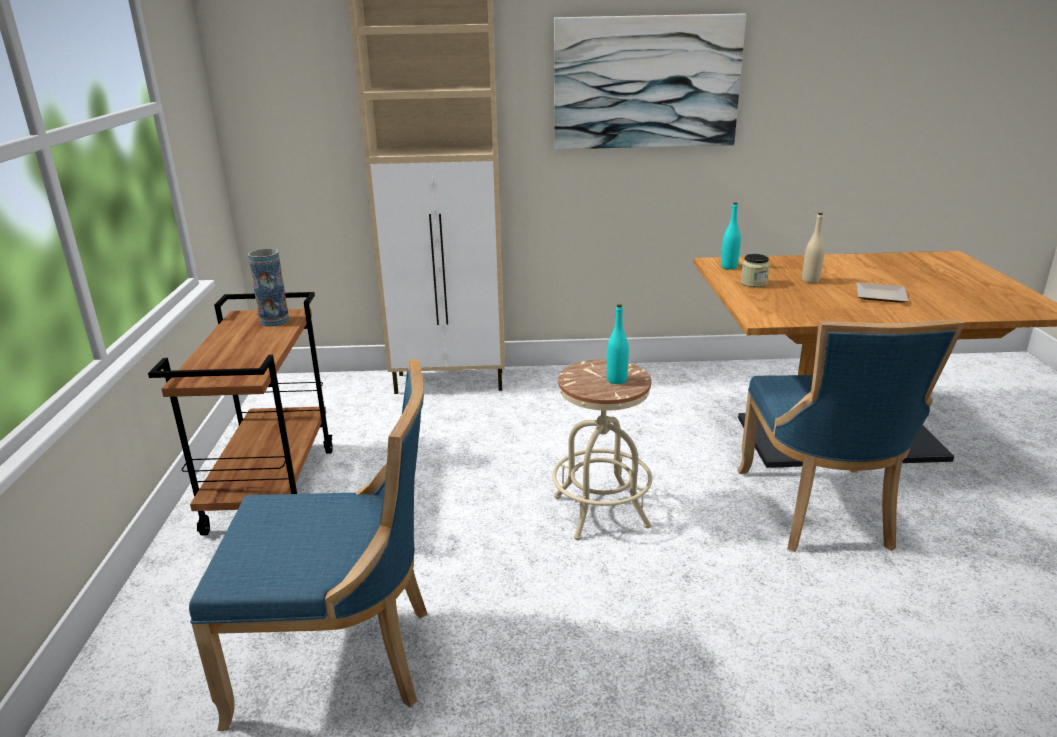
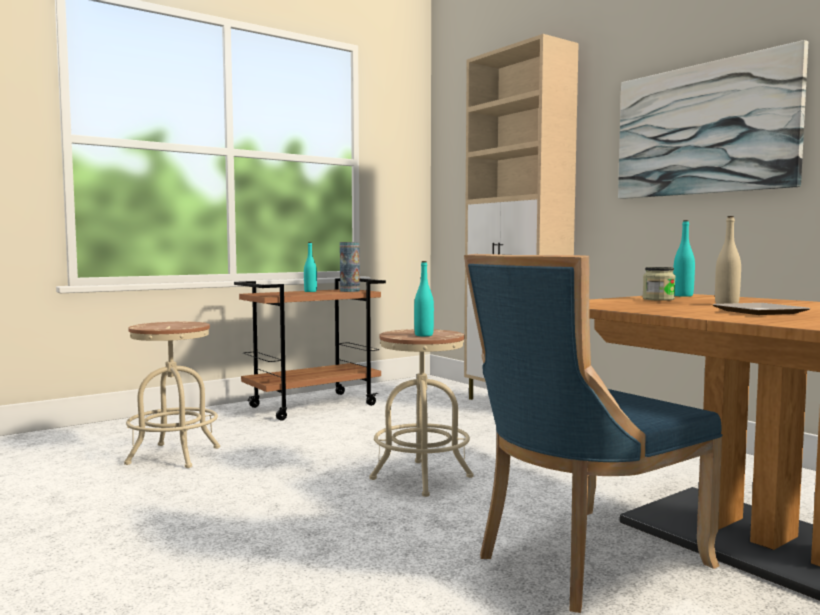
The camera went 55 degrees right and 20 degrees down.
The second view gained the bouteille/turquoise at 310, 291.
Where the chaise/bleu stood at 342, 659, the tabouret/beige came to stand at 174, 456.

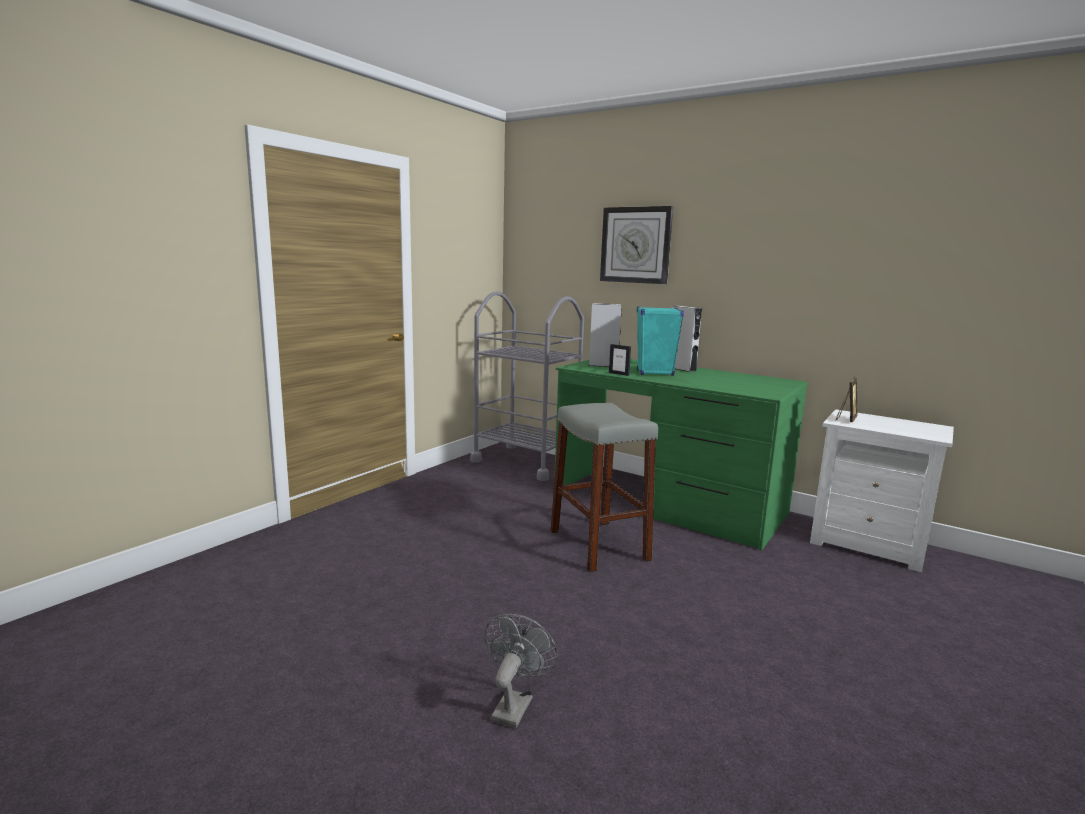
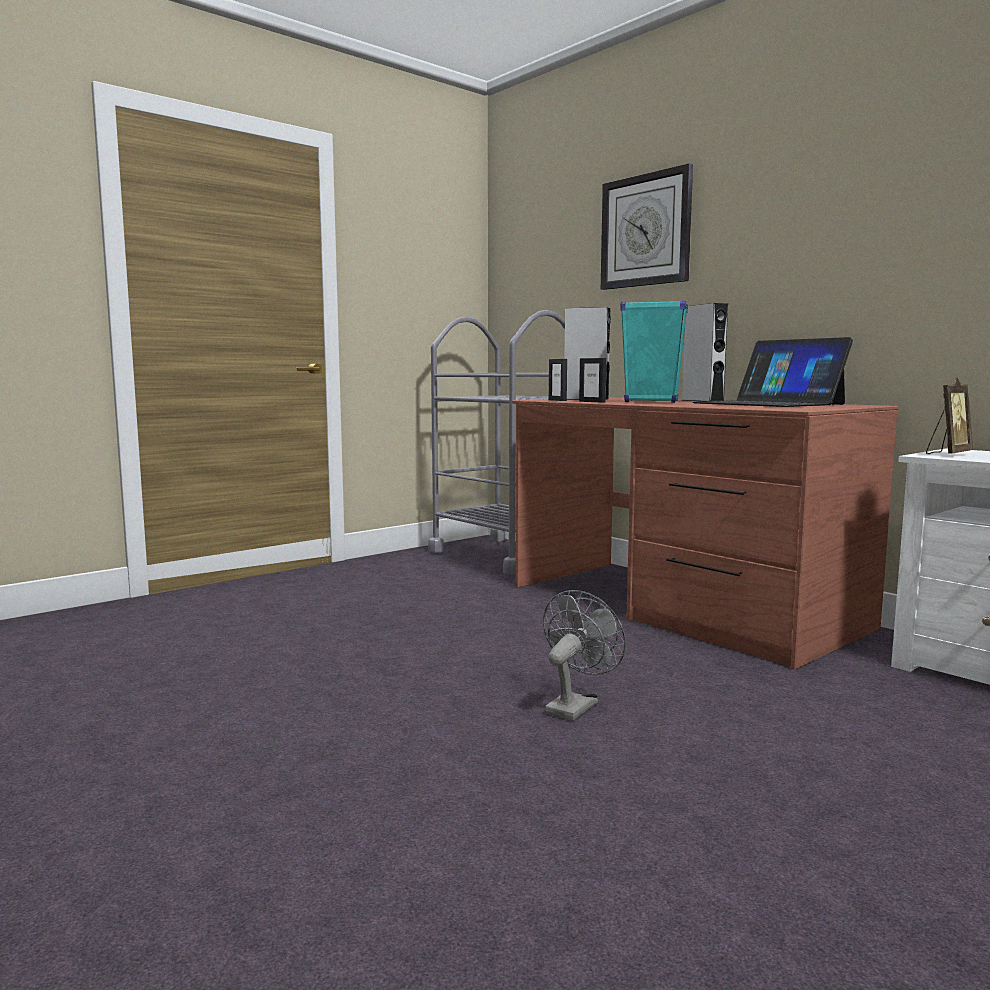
The camera went 15 degrees right and 5 degrees down.
The second view lost the tabouret/gris at 598, 545.
The second view gained the cadre photo at 557, 400.
The second view gained the ordinateur portable at 768, 404.
The ventilateur/gris ended up elsewhere, having gone from 514, 704 to 575, 705.
What was the bureau/vert at 668, 502 turned into the bureau/marron at 681, 606.

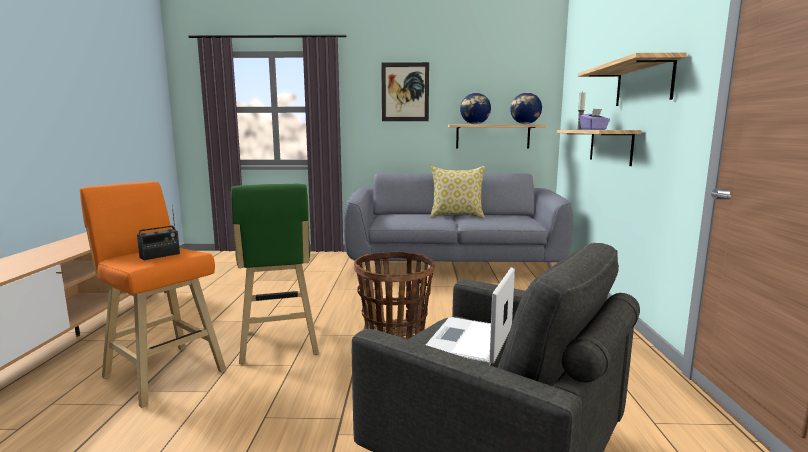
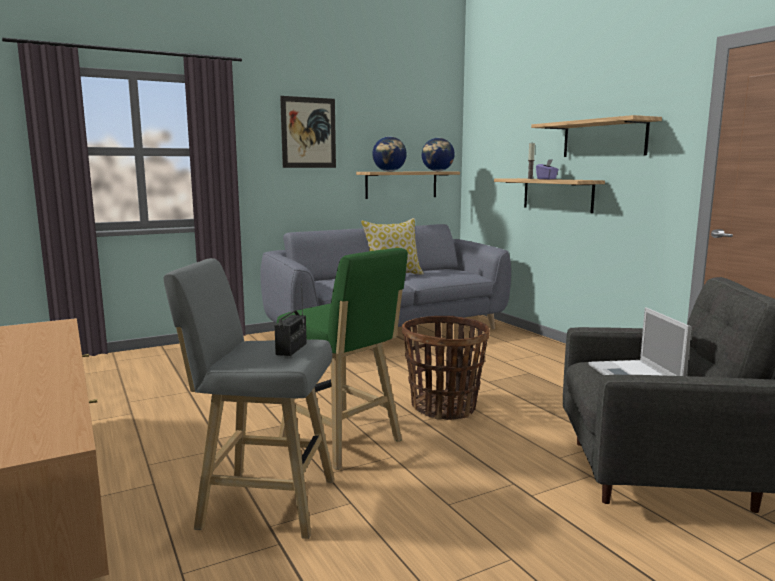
The camera went 30 degrees left and 0 degrees up.
What was the tabouret/orange at 162, 372 turned into the tabouret/gris at 262, 503.

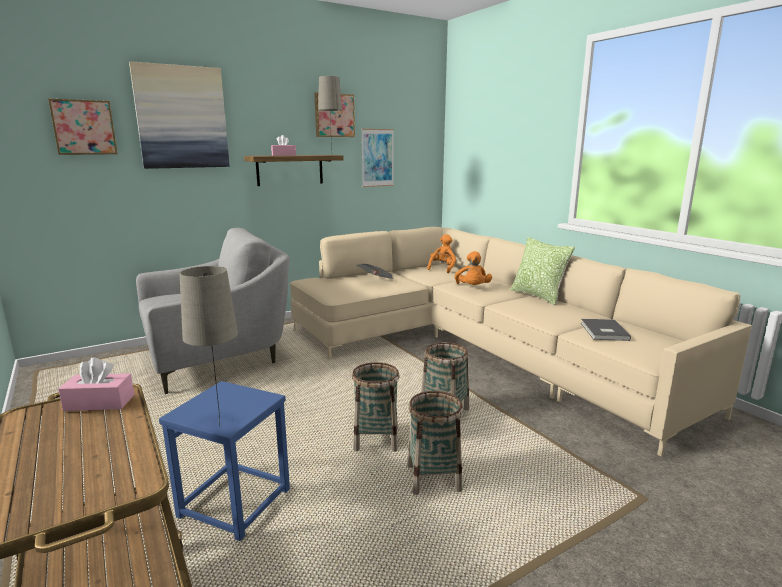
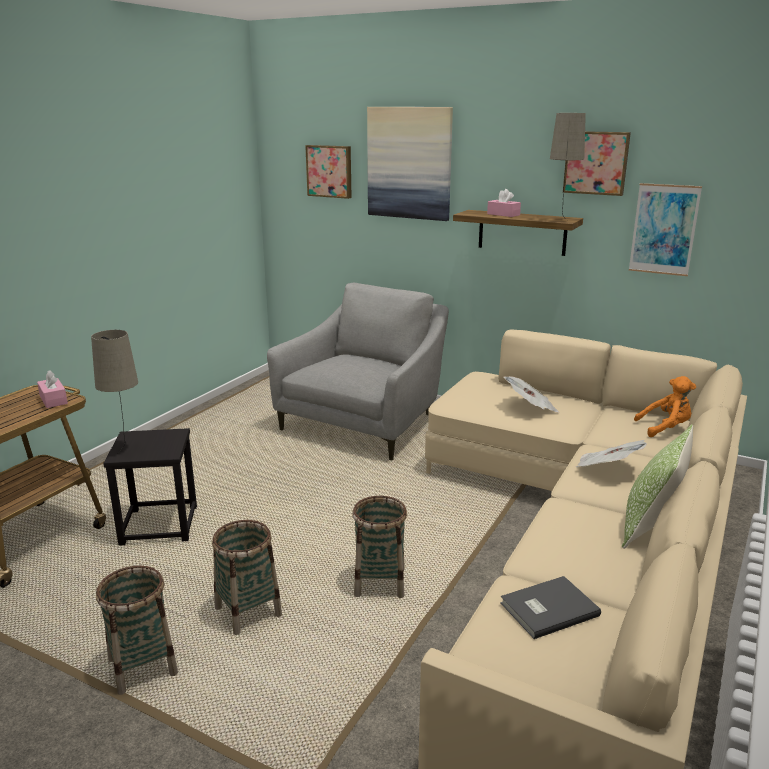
The camera went 60 degrees right and 5 degrees up.
The panier ended up elsewhere, having gone from 376, 440 to 142, 667.
Where the peluche/orange stood at 472, 288, the journal came to stand at 607, 469.
What was the tabouret/bleu at 235, 503 turned into the tabouret/noir at 159, 526.
The fauteuil/gris at 218, 357 ended up facing another way, 90 degrees counterclockwise from before.

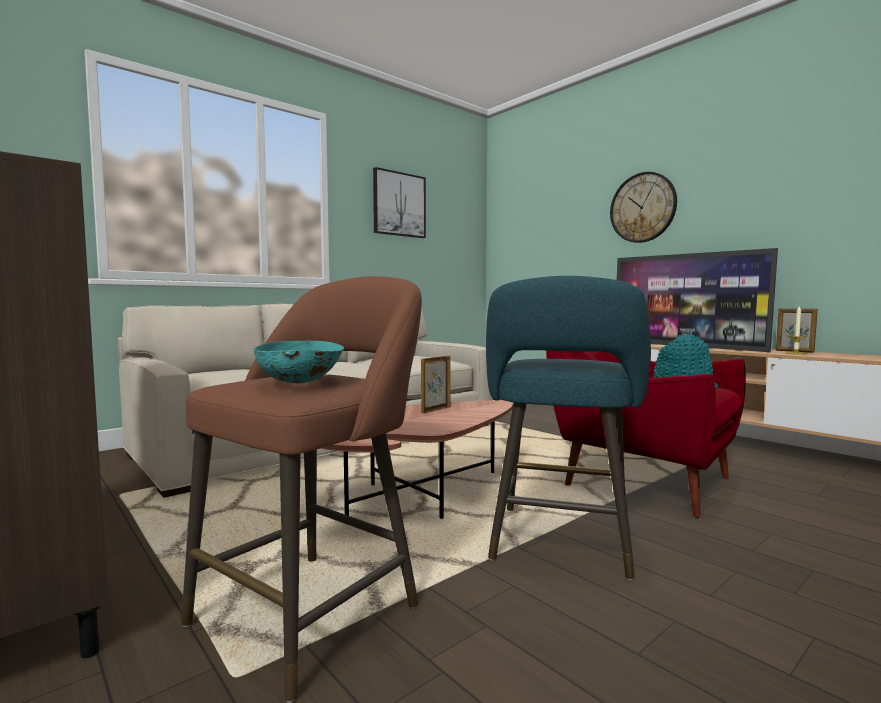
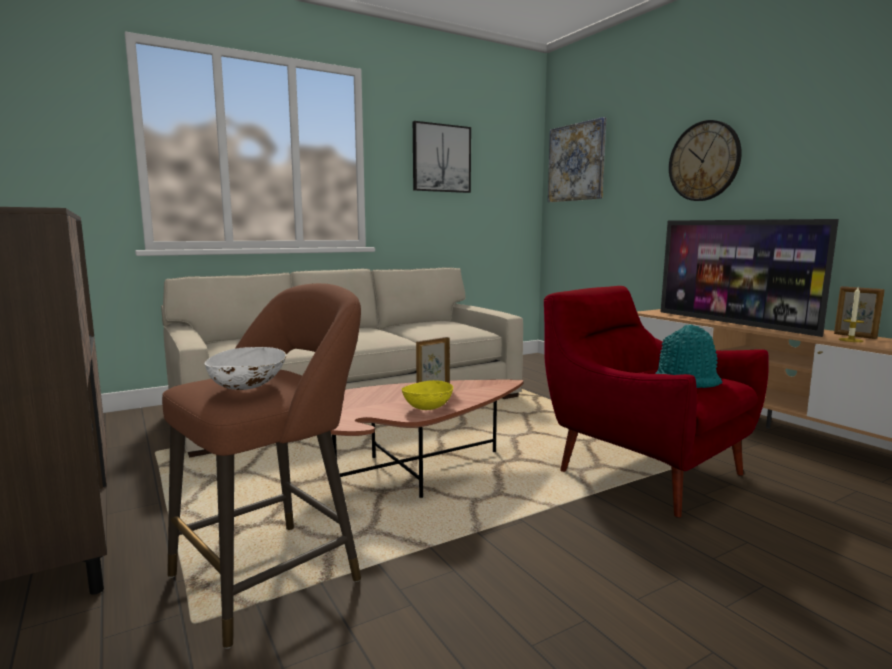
The camera went 10 degrees right and 5 degrees up.
The second view lost the tabouret/turquoise at 561, 545.
The second view gained the bol/jaune at 427, 407.
The second view gained the tableau at 576, 162.
What was the bol/turquoise at 301, 382 turned into the bol/blanc at 248, 388.

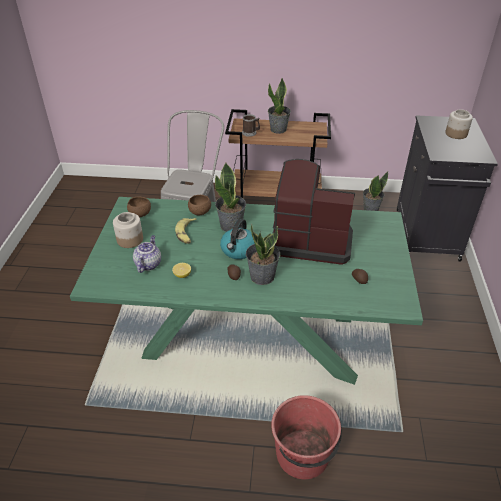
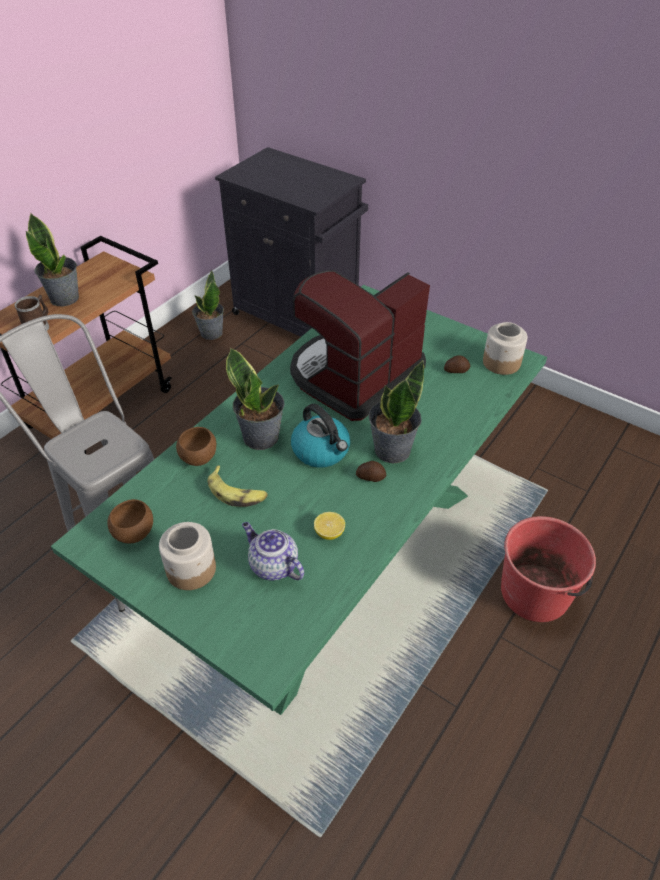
The camera went 60 degrees left and 5 degrees up.
The bocal ended up elsewhere, having gone from 455, 134 to 501, 363.

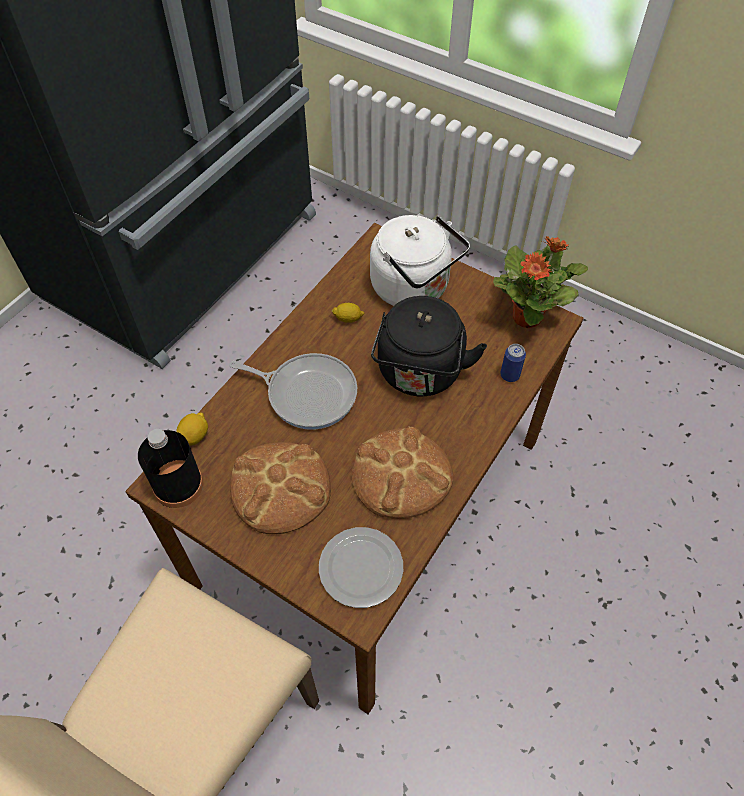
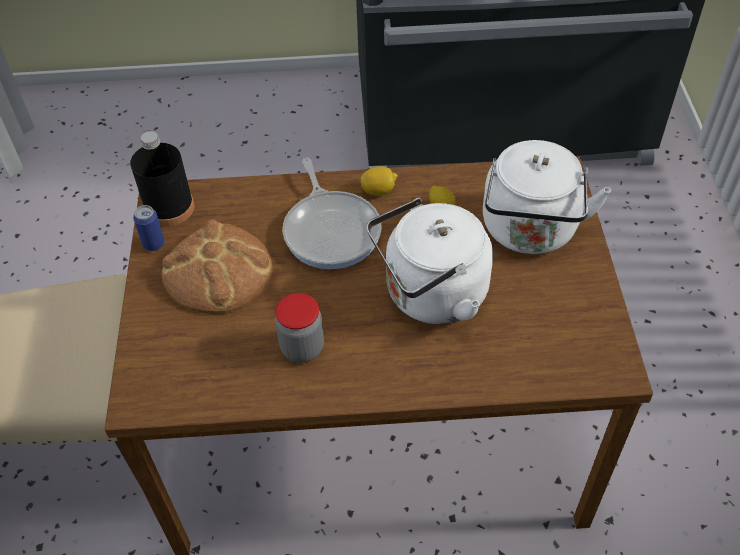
The camera went 55 degrees right and 5 degrees down.
The second view lost the assiette at 360, 569.
The second view lost the plante en pot at 527, 316.
The citron ended up elsewhere, having gone from 195, 436 to 378, 190.
The boîte métallique ended up elsewhere, having gone from 509, 375 to 154, 244.
Where the pain stood at 400, 475, the bocal came to stand at 302, 348.
What was the bouilloire/noir at 419, 374 turned into the bouilloire/blanc at 430, 296.

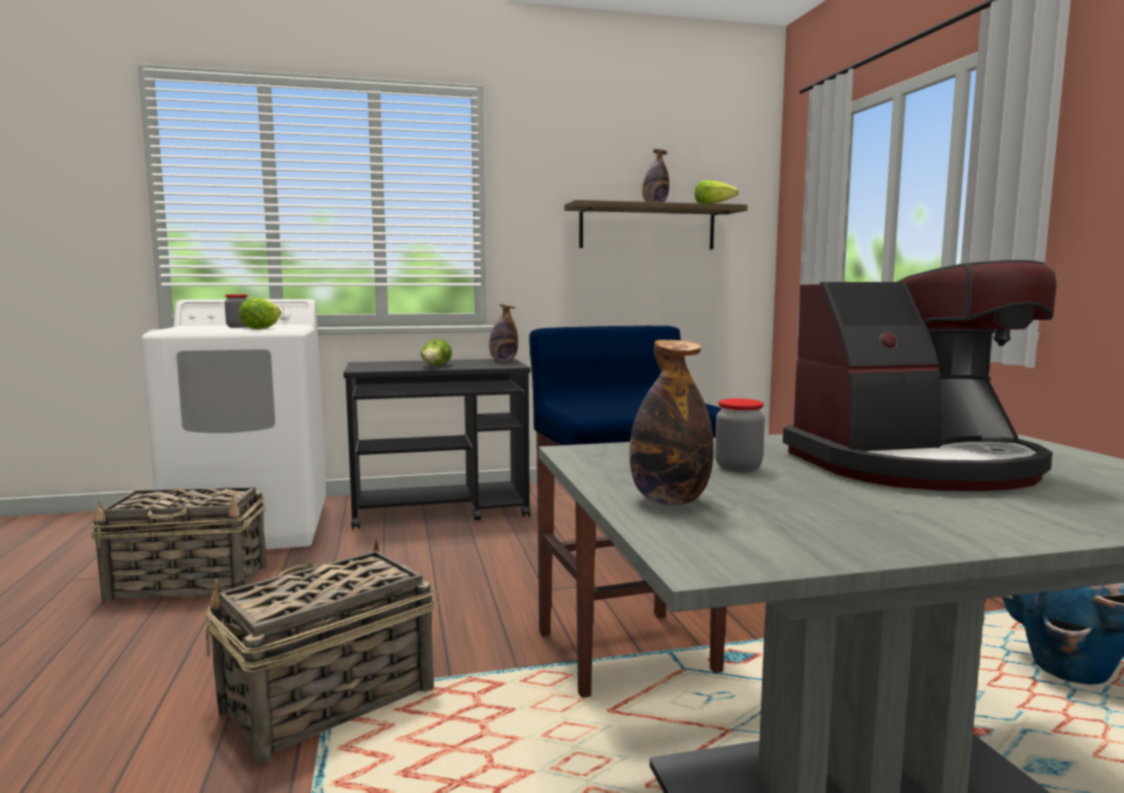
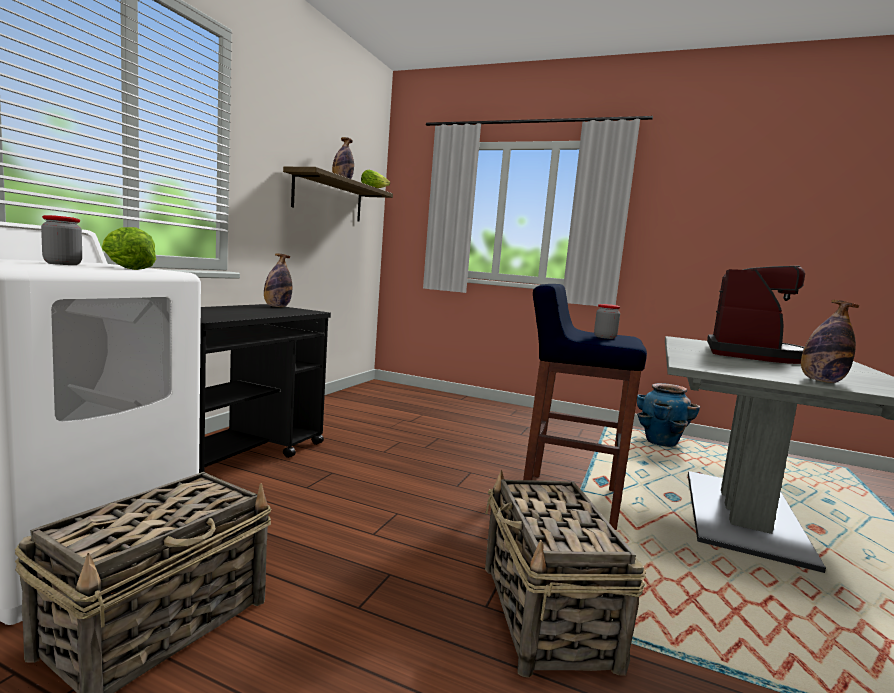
The camera went 55 degrees left and 0 degrees up.
The second view lost the laitue at 436, 366.
The bocal ended up elsewhere, having gone from 738, 467 to 605, 337.

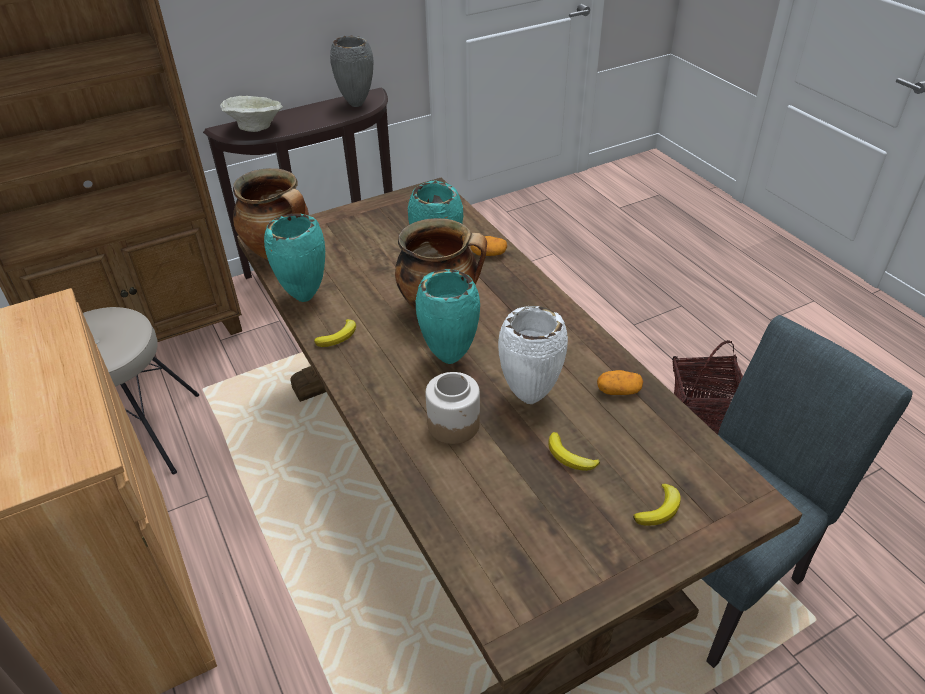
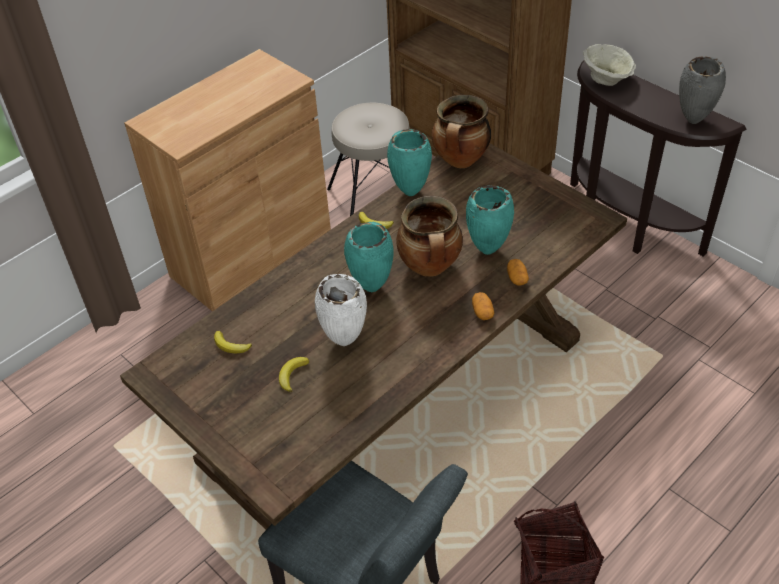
The camera went 75 degrees right and 5 degrees up.
The second view lost the bocal at 454, 424.
The pomme de terre ended up elsewhere, having gone from 618, 391 to 482, 312.
The banane ended up elsewhere, having gone from 659, 509 to 231, 345.

